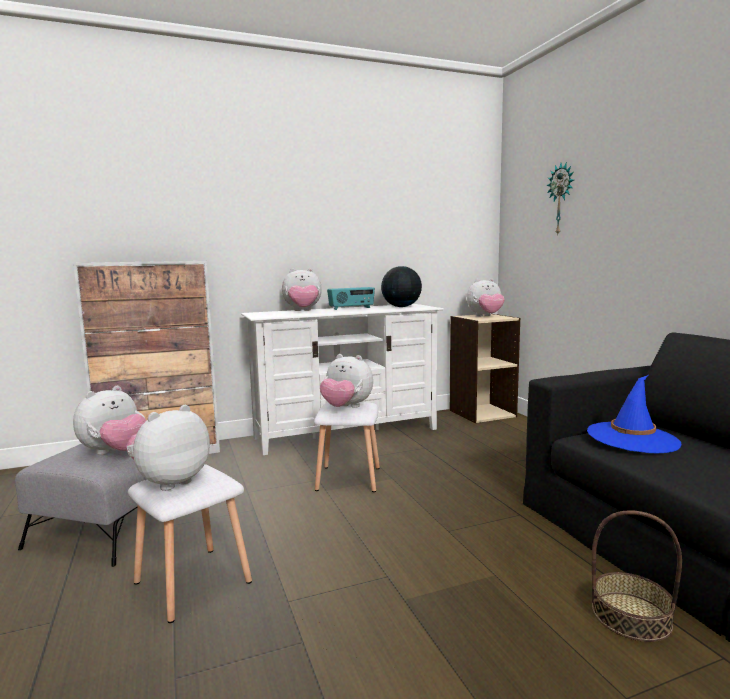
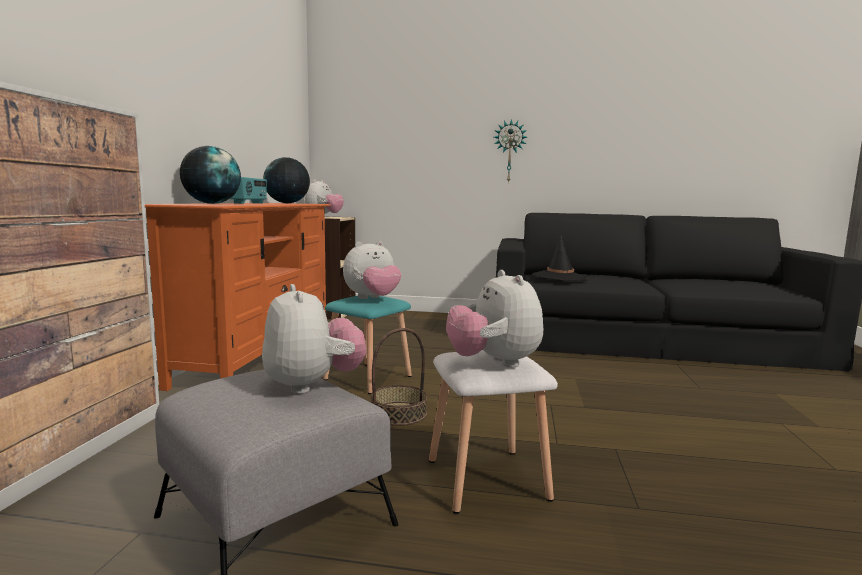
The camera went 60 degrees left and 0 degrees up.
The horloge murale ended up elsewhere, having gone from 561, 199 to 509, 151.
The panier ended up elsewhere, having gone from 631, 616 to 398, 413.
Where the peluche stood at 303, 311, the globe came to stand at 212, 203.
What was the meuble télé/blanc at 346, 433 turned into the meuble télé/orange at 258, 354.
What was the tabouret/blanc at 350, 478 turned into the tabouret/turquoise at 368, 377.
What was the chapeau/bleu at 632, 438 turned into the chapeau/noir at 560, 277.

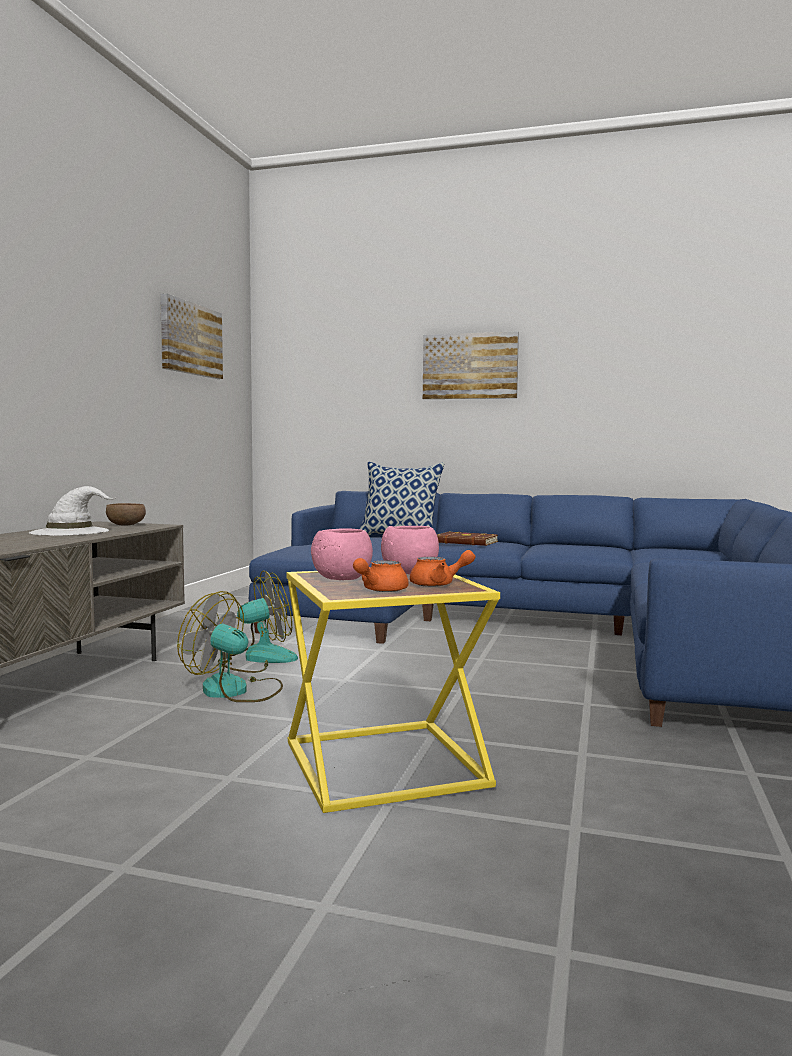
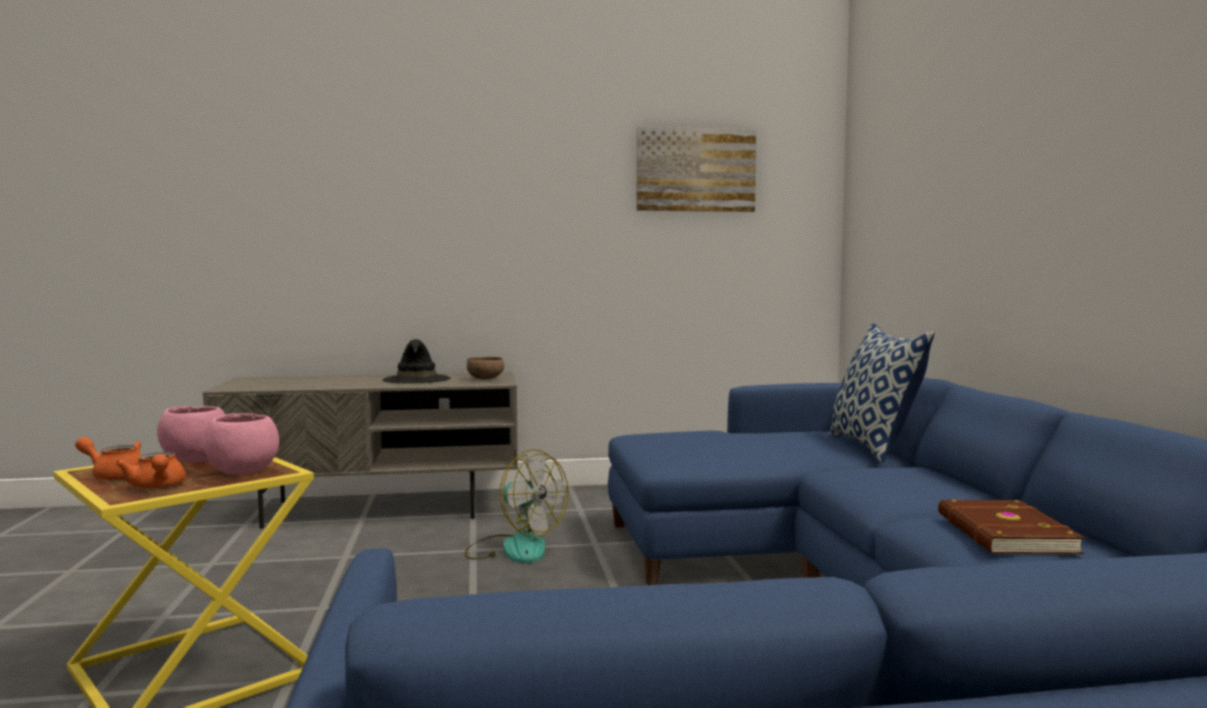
The camera went 65 degrees right and 0 degrees up.
The second view lost the ventilateur at 235, 690.
The second view lost the tableau at 470, 366.
The livre/marron ended up elsewhere, having gone from 465, 542 to 1003, 533.
What was the chapeau/blanc at 71, 531 turned into the chapeau/noir at 417, 379.

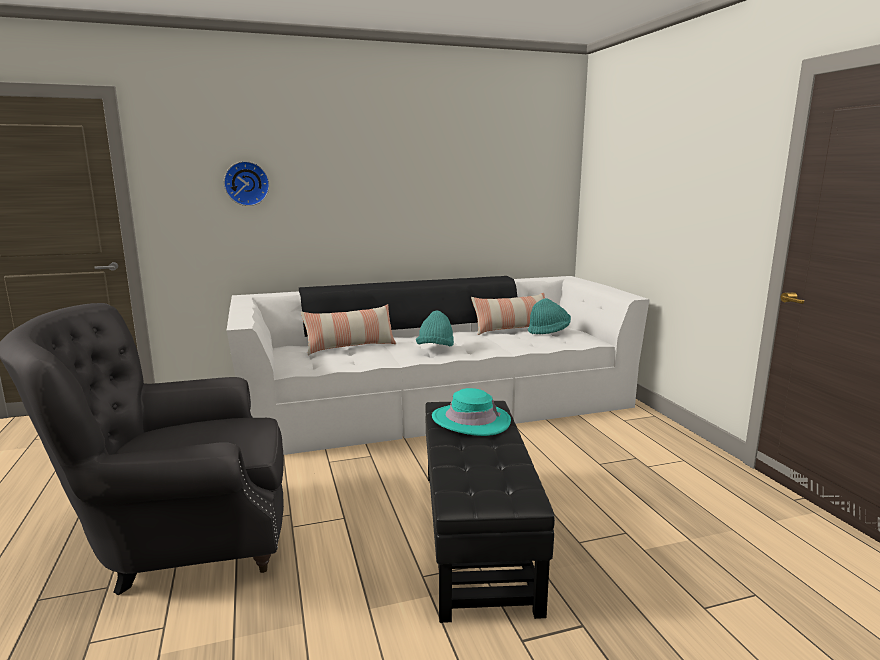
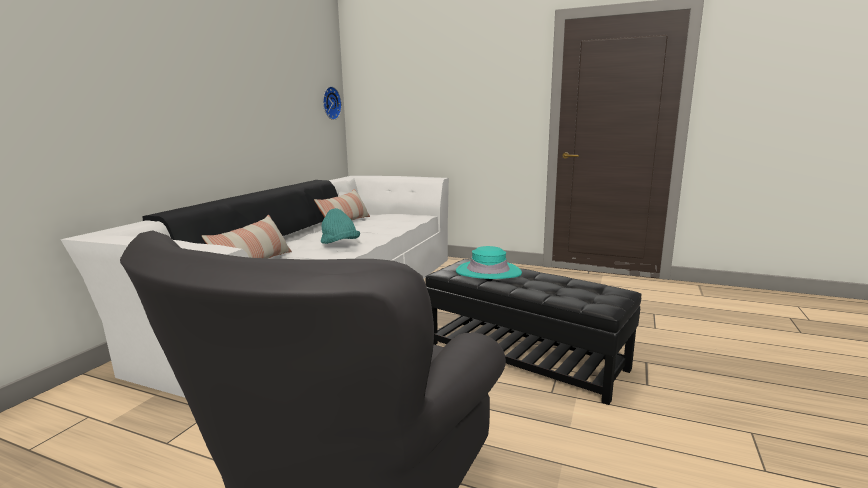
The camera went 50 degrees left and 0 degrees up.
The second view lost the chapeau/turquoise at 549, 331.
The horloge murale ended up elsewhere, having gone from 246, 183 to 330, 103.

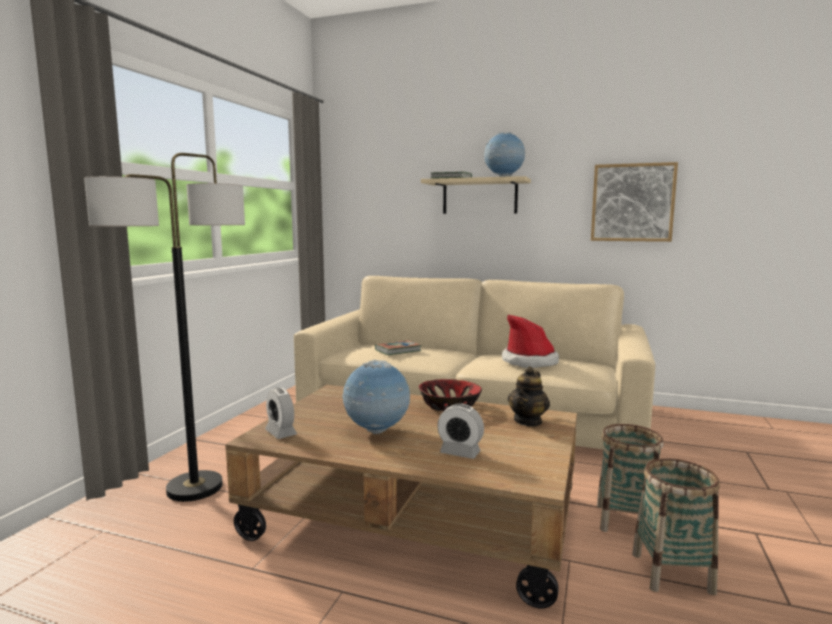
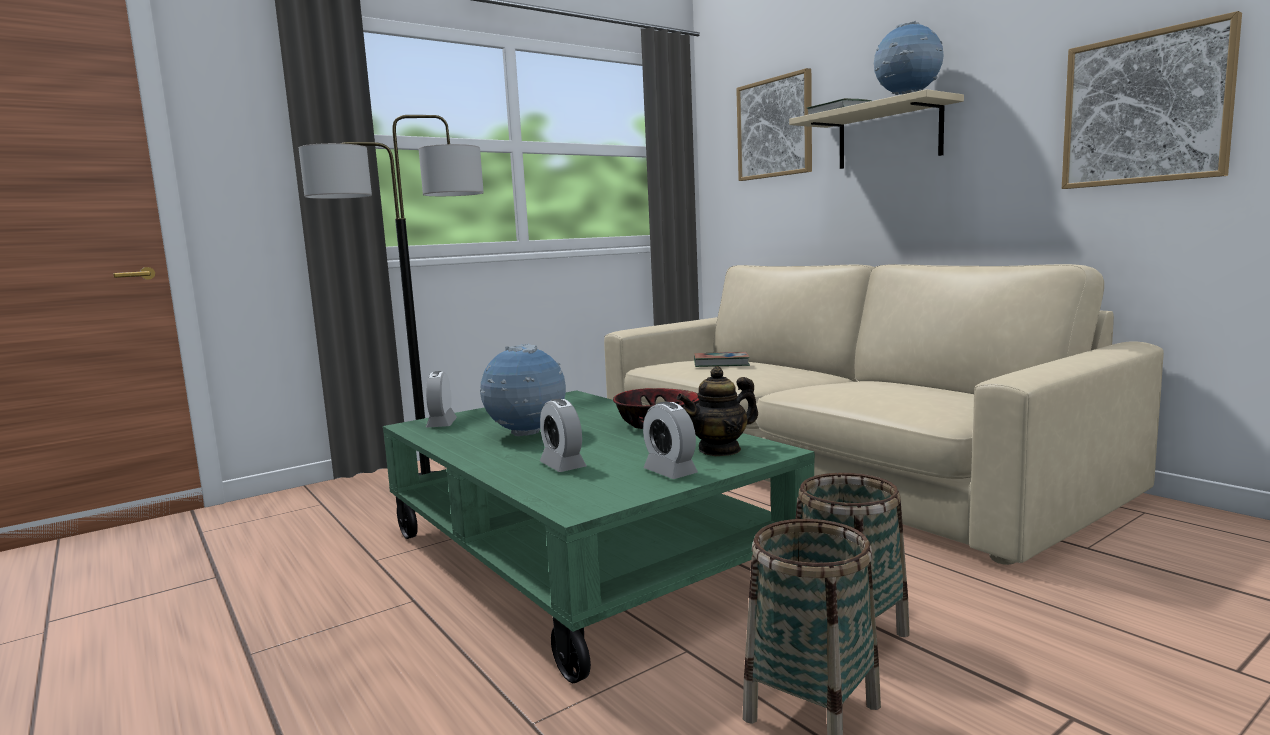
The camera went 35 degrees right and 0 degrees up.
The second view lost the chapeau at 530, 361.
The second view gained the réveil at 670, 472.
The second view gained the tableau at 775, 128.
What was the table basse/marron at 415, 515 turned into the table basse/vert at 582, 556.

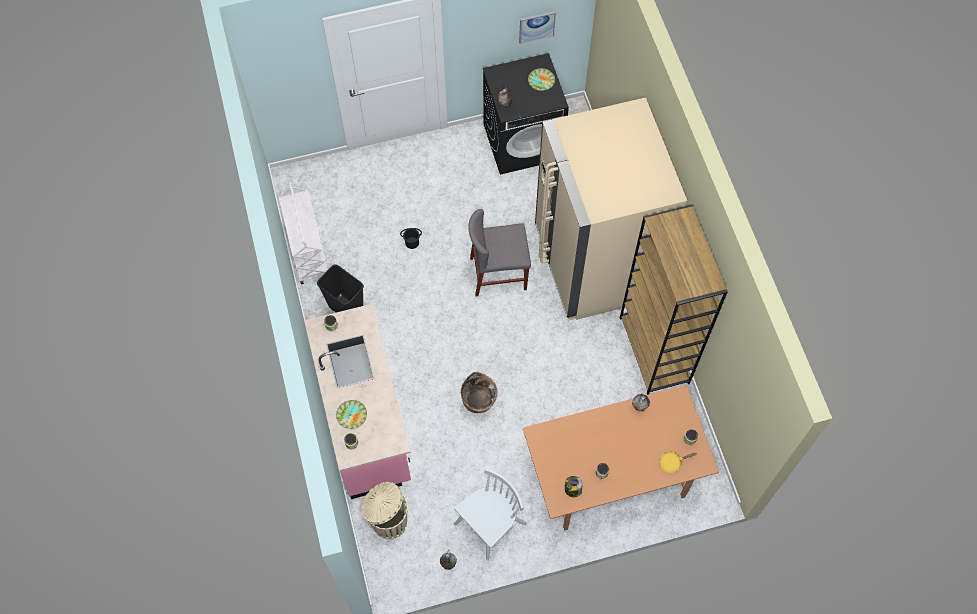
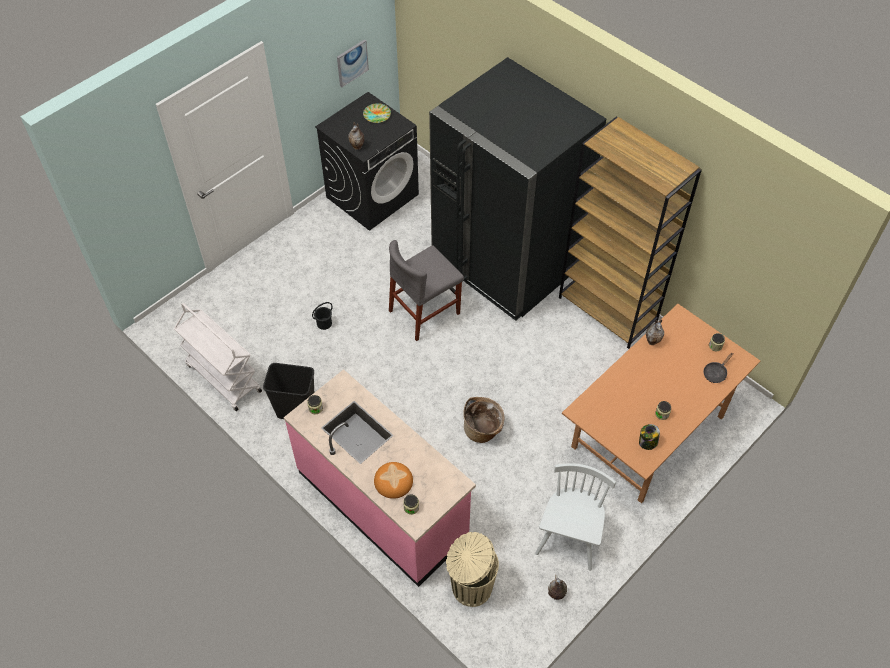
The camera went 30 degrees left and 10 degrees down.
Where the assiette stood at 351, 415, the pain came to stand at 393, 481.
What was the réfrigérateur/beige at 595, 263 turned into the réfrigérateur/noir at 506, 263.
What was the poêle/jaune at 672, 462 turned into the poêle/noir at 716, 373.

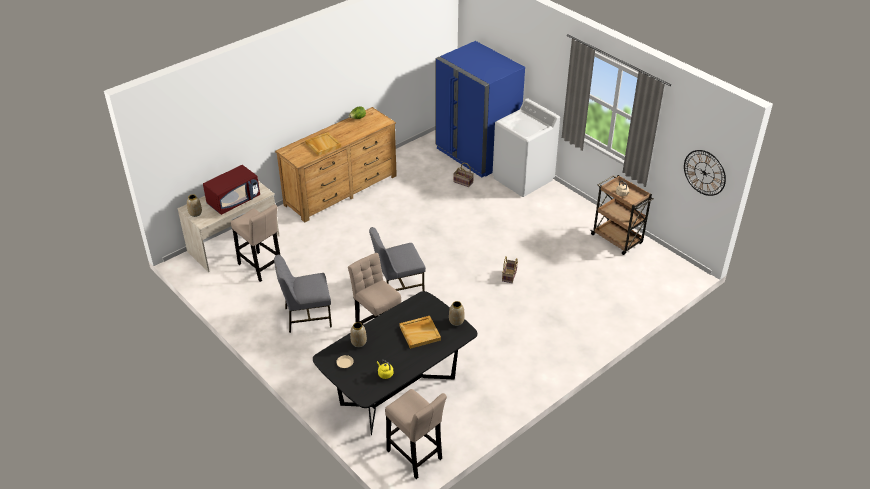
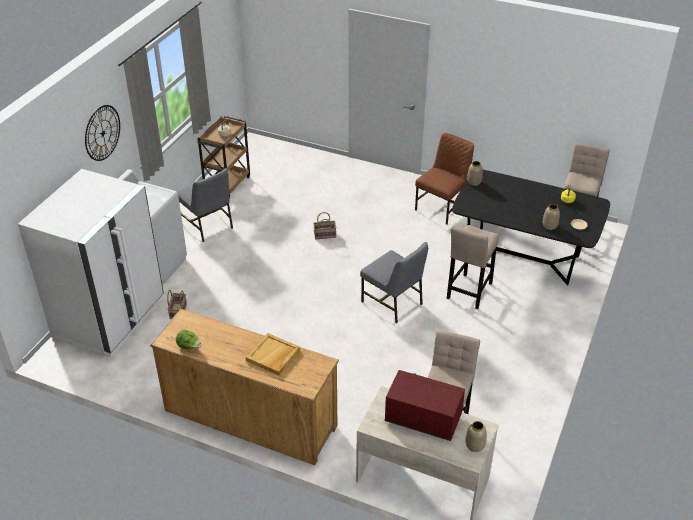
The camera went 115 degrees left and 0 degrees up.
The second view lost the plateau/beige at 420, 333.
The second view gained the chaise/marron at 442, 207.
The chaise/gris ended up elsewhere, having gone from 307, 317 to 207, 225.
The horloge murale ended up elsewhere, having gone from 704, 172 to 102, 133.
What was the réfrigérateur/bleu at 476, 154 turned into the réfrigérateur/blanc at 110, 318.

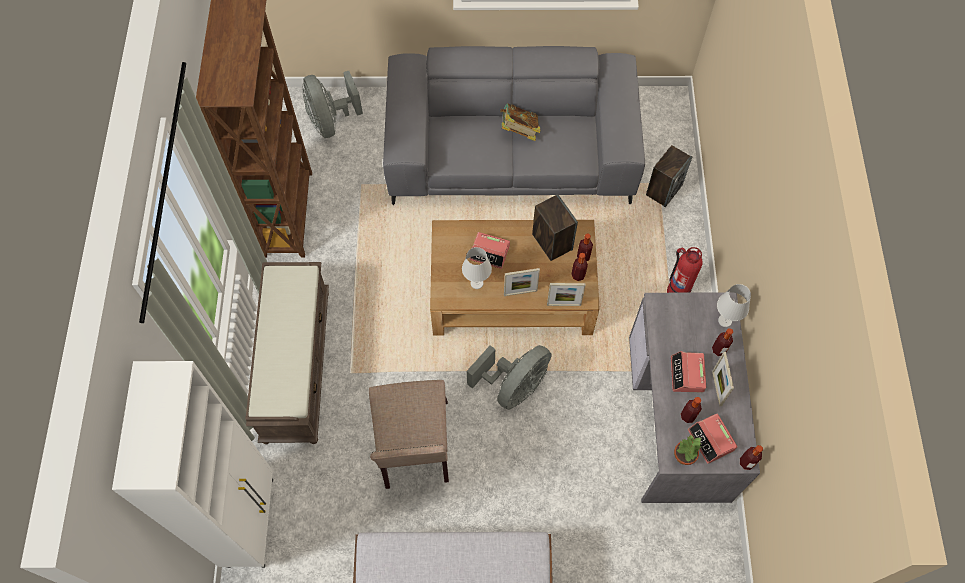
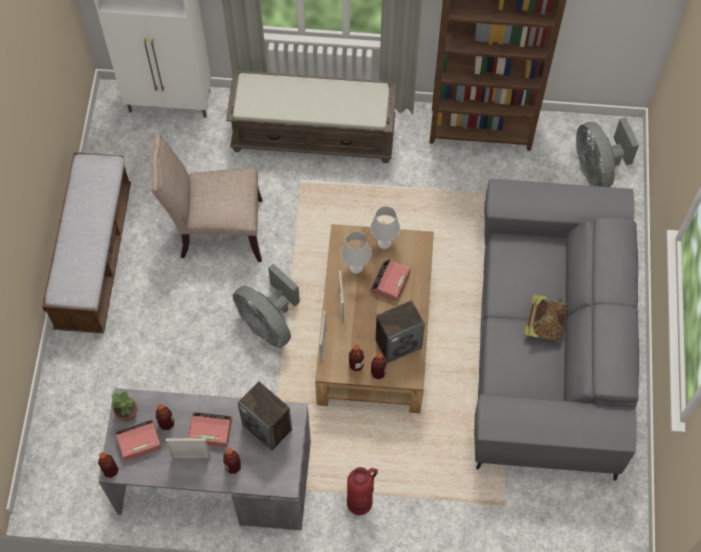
The camera went 95 degrees right and 0 degrees up.
The enceinte ended up elsewhere, having gone from 664, 190 to 268, 427.
The lampe de table/blanc ended up elsewhere, having gone from 724, 320 to 384, 243.
The ventilateur/gris at 331, 121 ended up facing another way, 90 degrees counterclockwise from before.

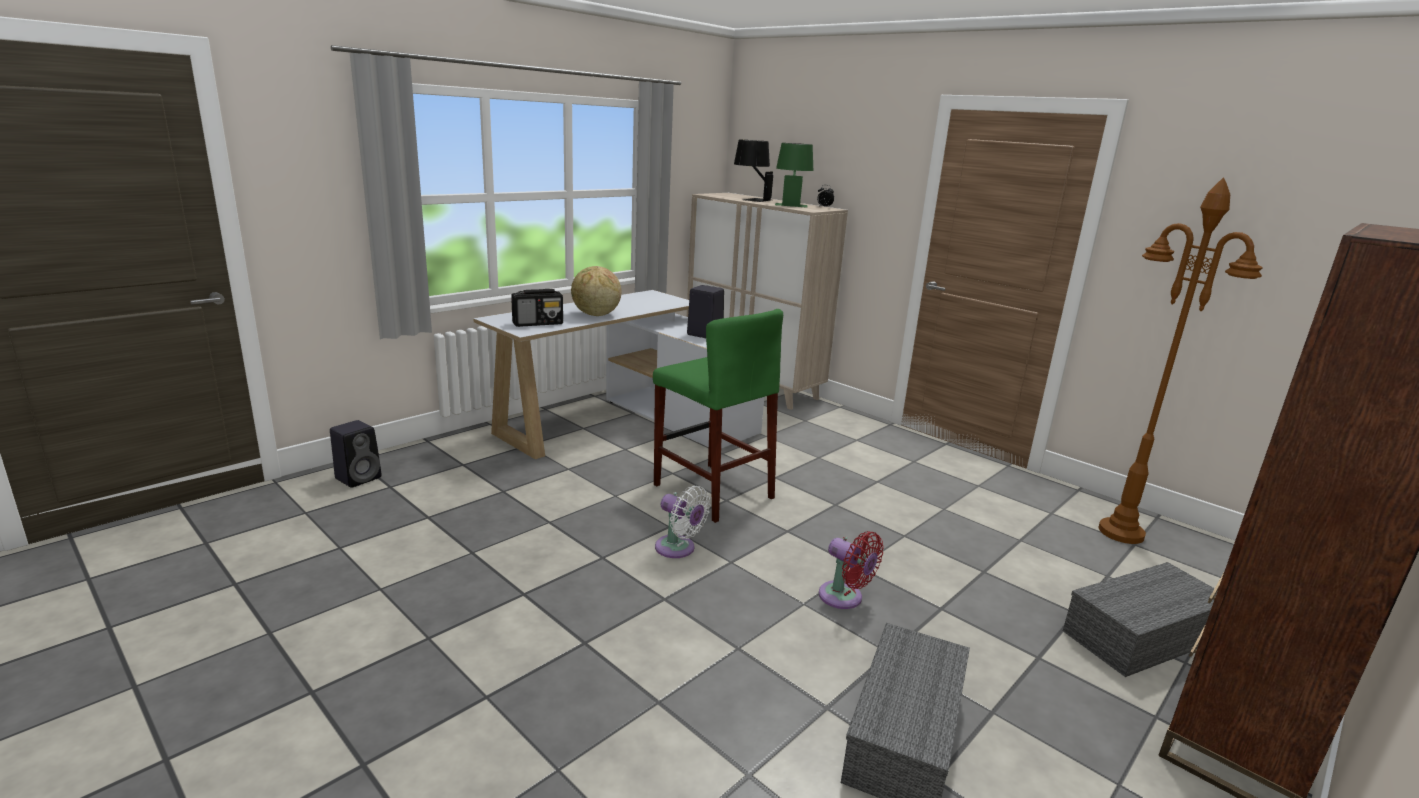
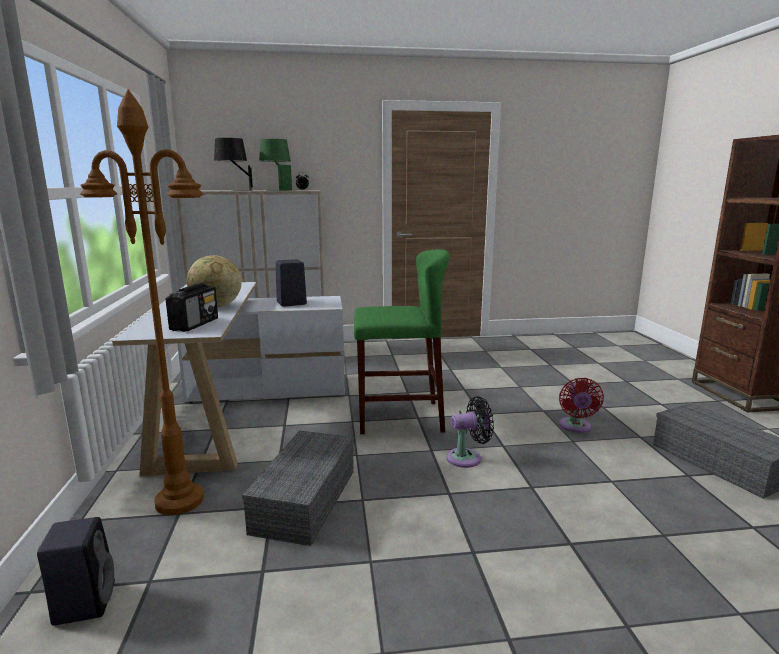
The camera went 50 degrees left and 5 degrees down.
The boîte de rangement/gris ended up elsewhere, having gone from 1141, 634 to 304, 499.
The lampadaire/marron ended up elsewhere, having gone from 1121, 533 to 180, 501.
What was the ventilateur/blanc at 678, 549 turned into the ventilateur/noir at 467, 458.
The ventilateur/rouge at 844, 598 ended up facing another way, 105 degrees clockwise from before.

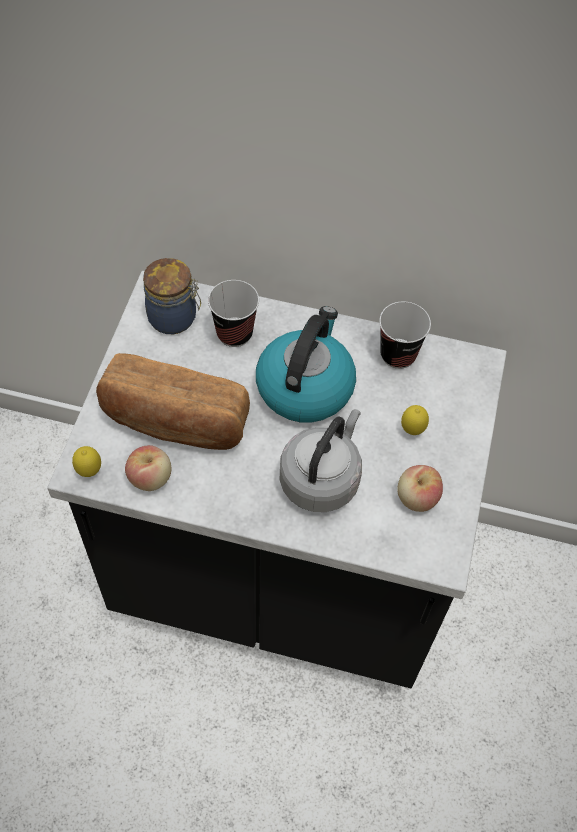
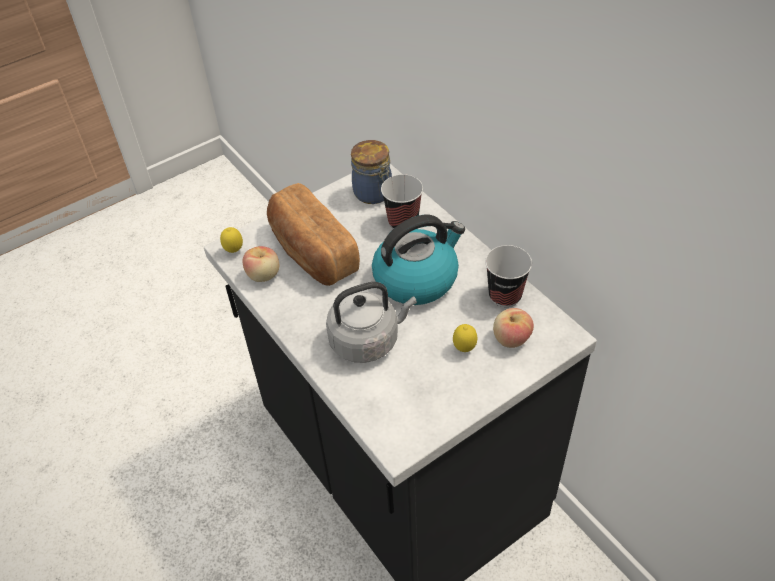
The camera went 45 degrees right and 10 degrees down.
The pomme ended up elsewhere, having gone from 416, 498 to 511, 339.

